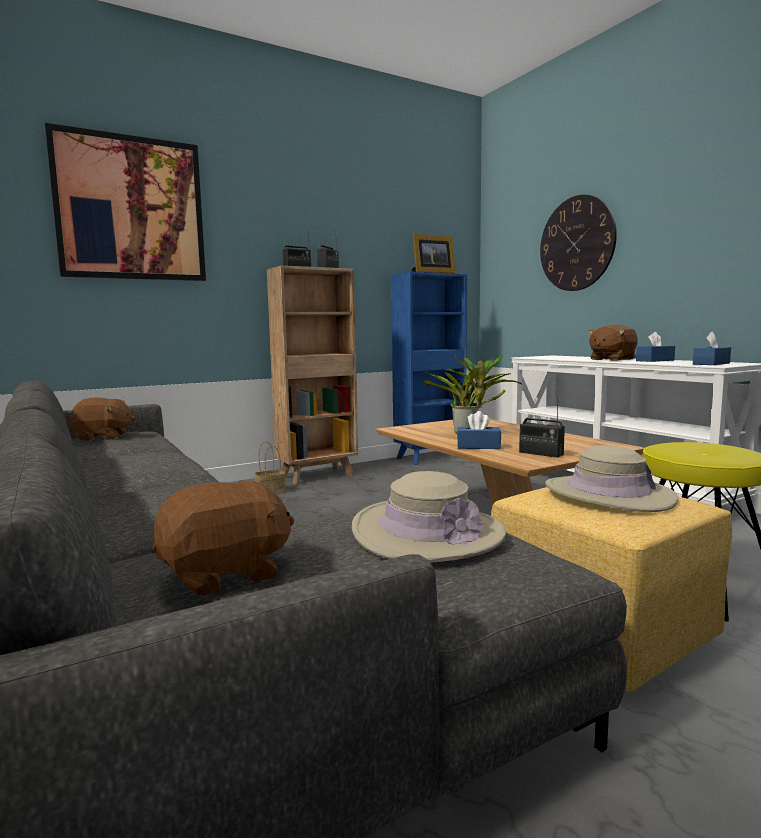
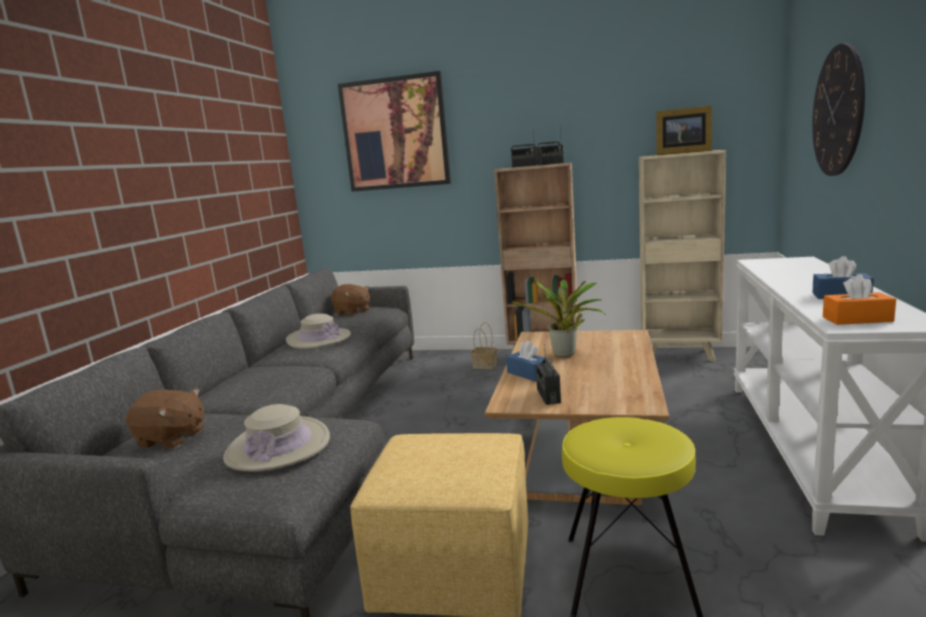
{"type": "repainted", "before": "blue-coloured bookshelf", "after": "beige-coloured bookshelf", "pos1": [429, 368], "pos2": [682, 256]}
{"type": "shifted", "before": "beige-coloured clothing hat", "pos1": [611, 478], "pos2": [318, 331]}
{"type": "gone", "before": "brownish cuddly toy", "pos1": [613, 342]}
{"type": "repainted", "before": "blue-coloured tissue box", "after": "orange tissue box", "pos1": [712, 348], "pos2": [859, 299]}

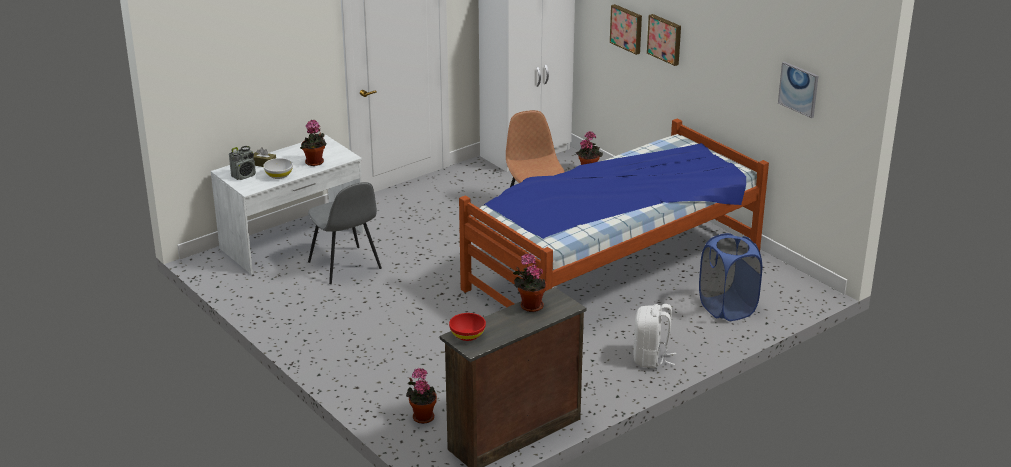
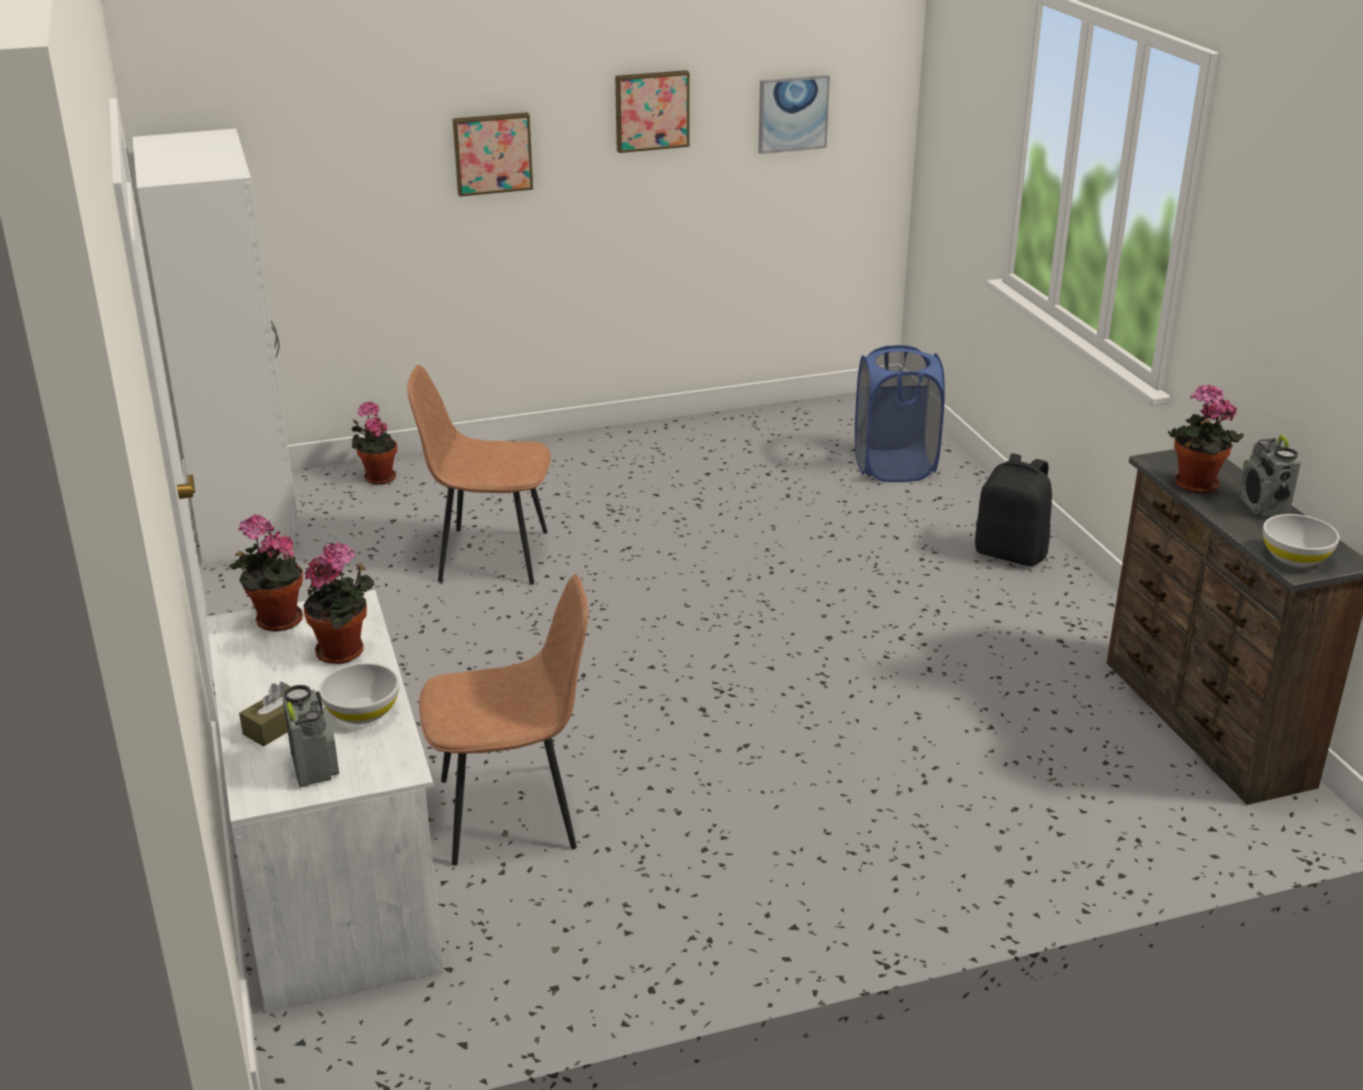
{"type": "repainted", "before": "gray plain chair", "after": "brownish plain chair", "pos1": [345, 233], "pos2": [503, 720]}
{"type": "shifted", "before": "potted plant", "pos1": [421, 396], "pos2": [266, 573]}
{"type": "repainted", "before": "red bowl", "after": "white-coloured bowl", "pos1": [467, 327], "pos2": [1301, 540]}
{"type": "gone", "before": "bedroom bed", "pos1": [614, 212]}
{"type": "shifted", "before": "picture", "pos1": [626, 29], "pos2": [652, 111]}
{"type": "repainted", "before": "white-coloured knapsack", "after": "black knapsack", "pos1": [655, 336], "pos2": [1013, 509]}
{"type": "new", "after": "radio set", "pos2": [1269, 476]}

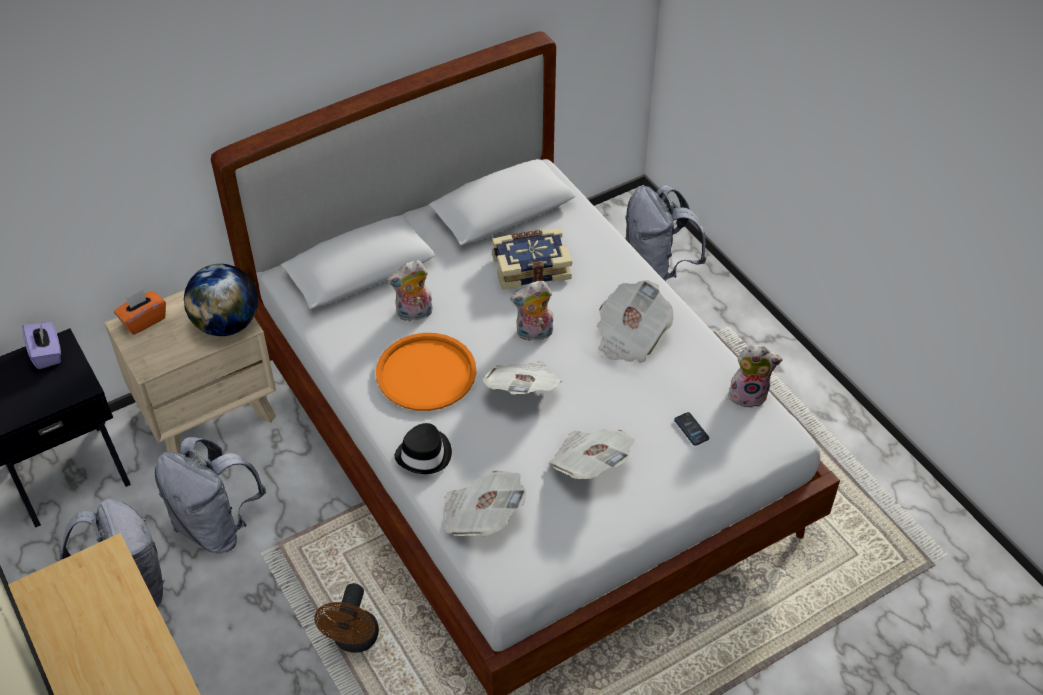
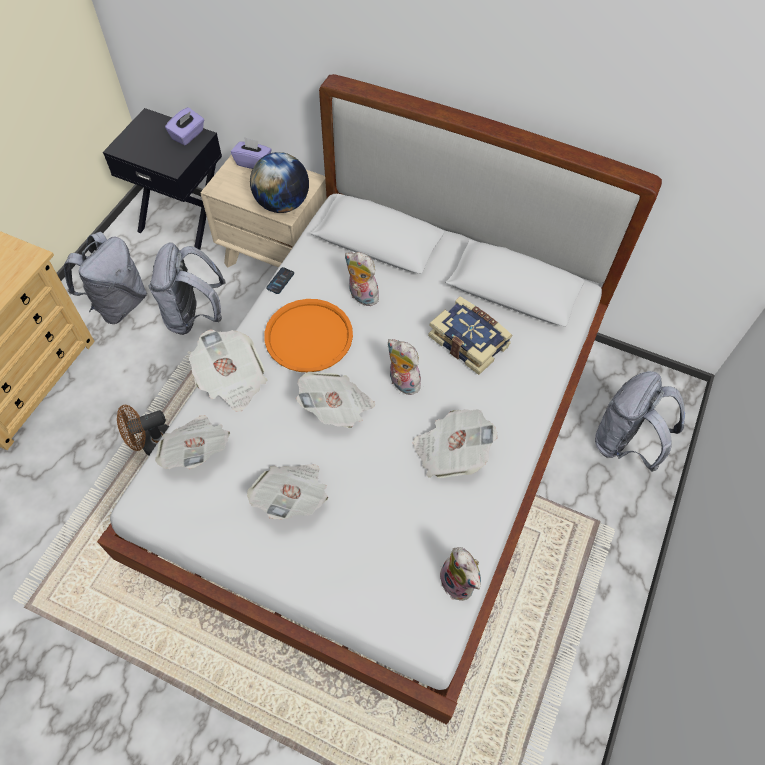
{"type": "repainted", "before": "orange tissue box", "after": "purplish tissue box", "pos1": [140, 312], "pos2": [251, 153]}
{"type": "swapped", "before": "black clothing hat", "after": "newspaper", "pos1": [423, 448], "pos2": [228, 370]}
{"type": "shifted", "before": "phone", "pos1": [691, 429], "pos2": [280, 280]}

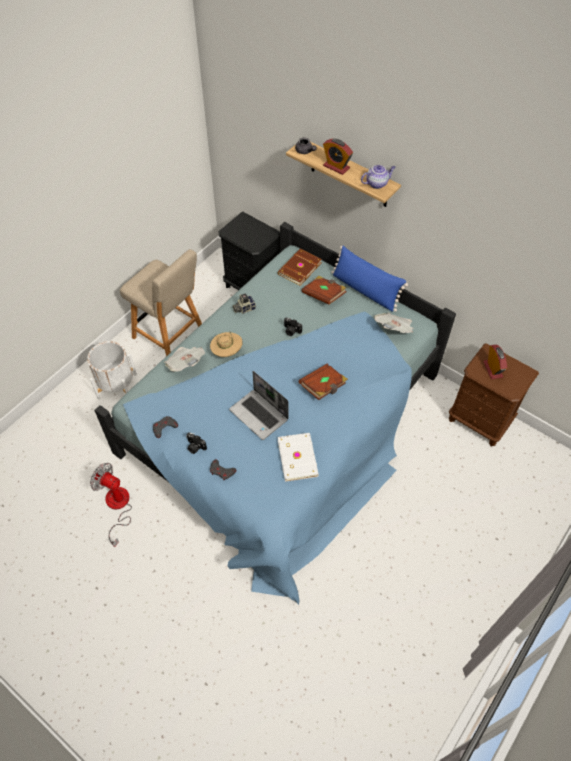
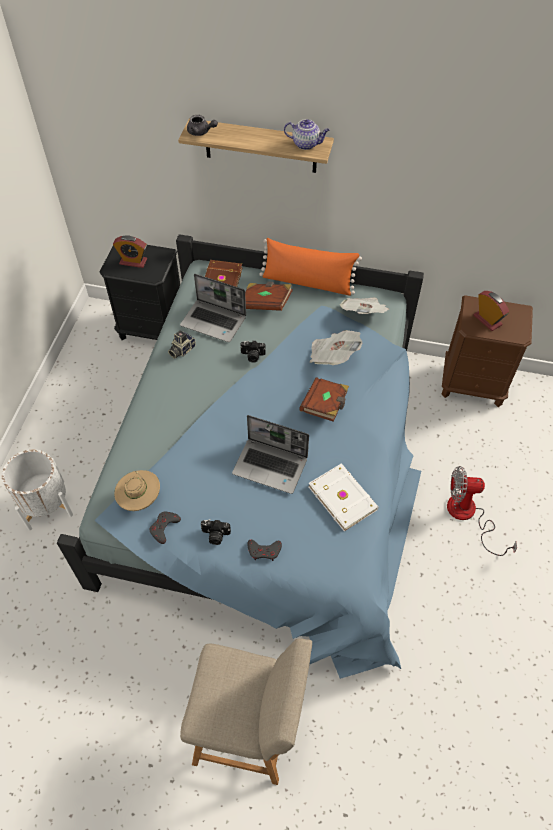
{"type": "shifted", "before": "cooling fan", "pos1": [111, 505], "pos2": [482, 511]}
{"type": "shifted", "before": "beige-coloured plain chair", "pos1": [161, 302], "pos2": [246, 711]}
{"type": "shifted", "before": "newspaper", "pos1": [184, 359], "pos2": [336, 347]}
{"type": "shifted", "before": "beige-coloured clothing hat", "pos1": [226, 344], "pos2": [137, 490]}
{"type": "shifted", "before": "table clock", "pos1": [338, 157], "pos2": [130, 251]}
{"type": "repainted", "before": "blue-coloured throw pillow", "after": "orange throw pillow", "pos1": [369, 279], "pos2": [310, 267]}
{"type": "rotated", "before": "tea pot", "pos1": [378, 177], "pos2": [307, 134], "turn": 60}
{"type": "new", "after": "portable computer", "pos2": [213, 308]}

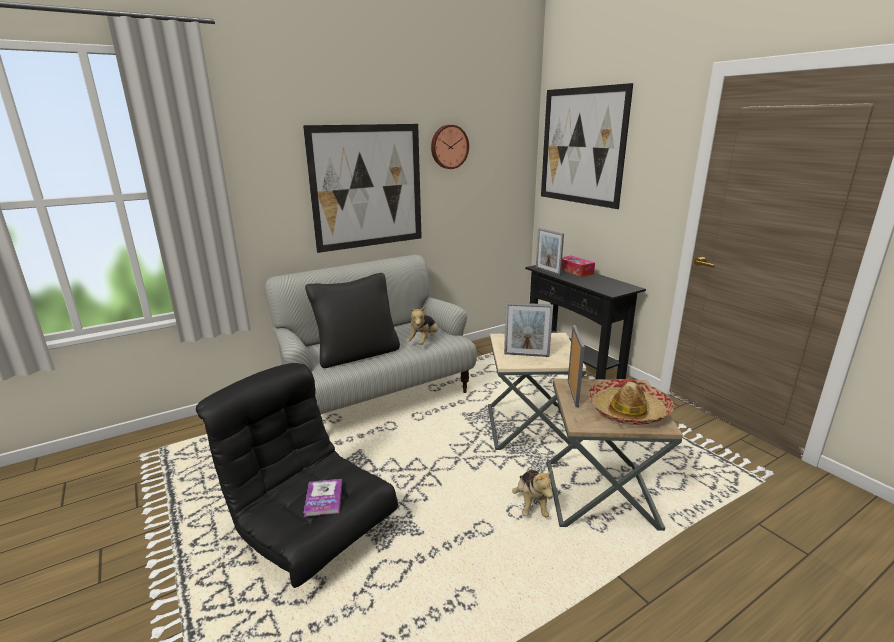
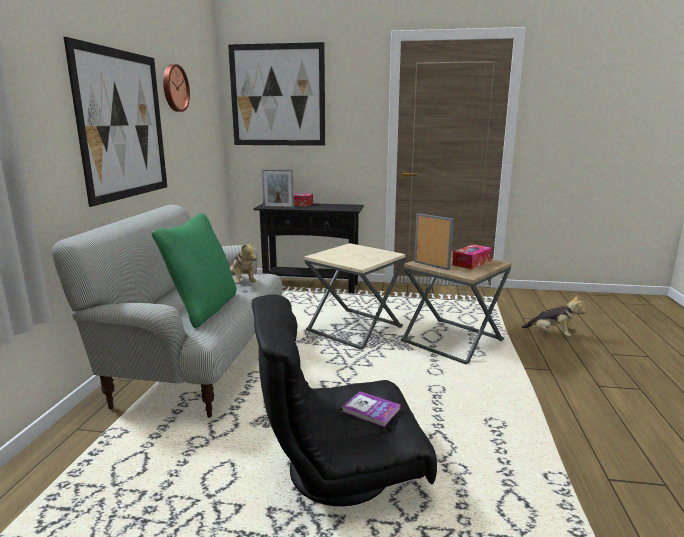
{"type": "repainted", "before": "black throw pillow", "after": "green throw pillow", "pos1": [352, 320], "pos2": [193, 270]}
{"type": "gone", "before": "photo frame", "pos1": [528, 329]}
{"type": "shifted", "before": "cuddly toy", "pos1": [532, 493], "pos2": [553, 316]}
{"type": "swapped", "before": "clothing hat", "after": "tissue box", "pos1": [631, 402], "pos2": [472, 256]}

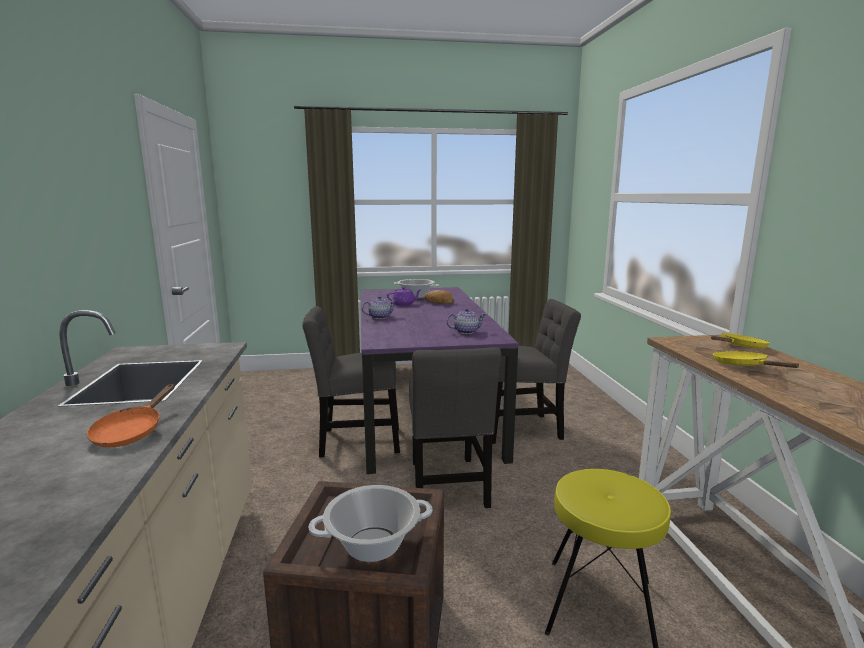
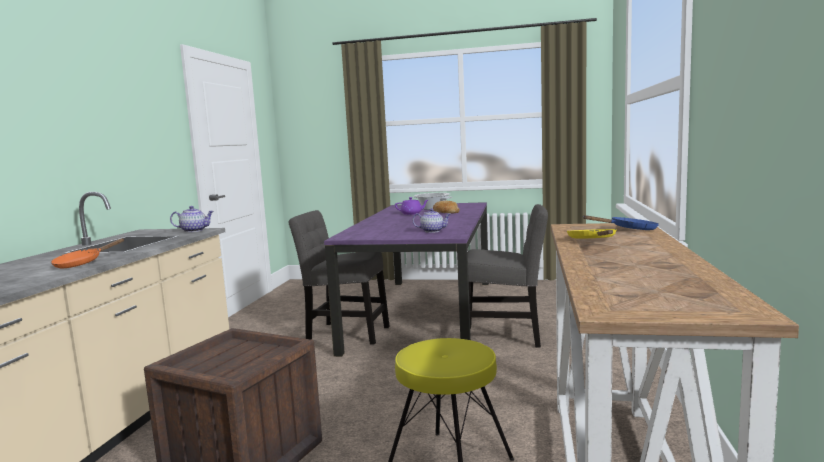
{"type": "gone", "before": "stockpot", "pos1": [370, 523]}
{"type": "shifted", "before": "tea pot", "pos1": [379, 307], "pos2": [192, 219]}
{"type": "gone", "before": "gray plain chair", "pos1": [455, 427]}
{"type": "repainted", "before": "yellow frying pan", "after": "blue-coloured frying pan", "pos1": [740, 340], "pos2": [621, 222]}

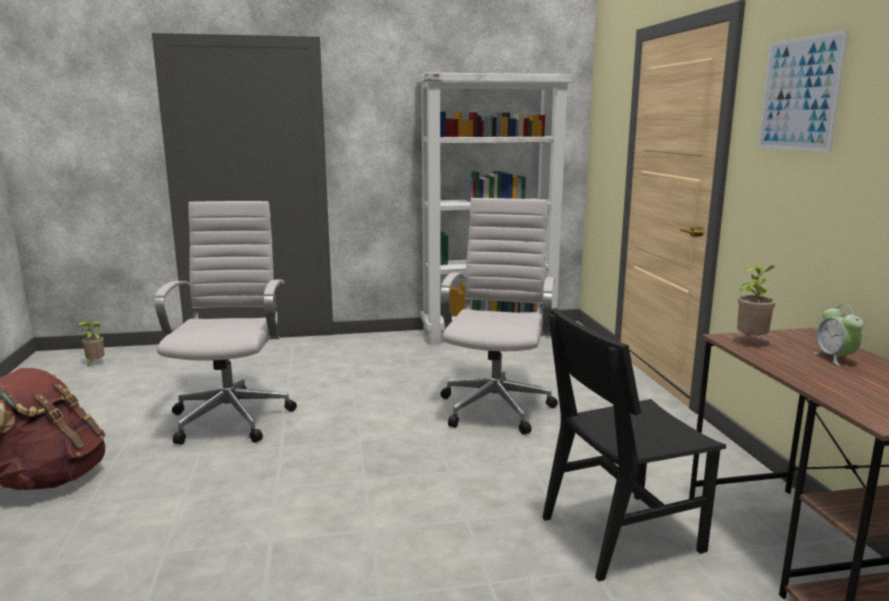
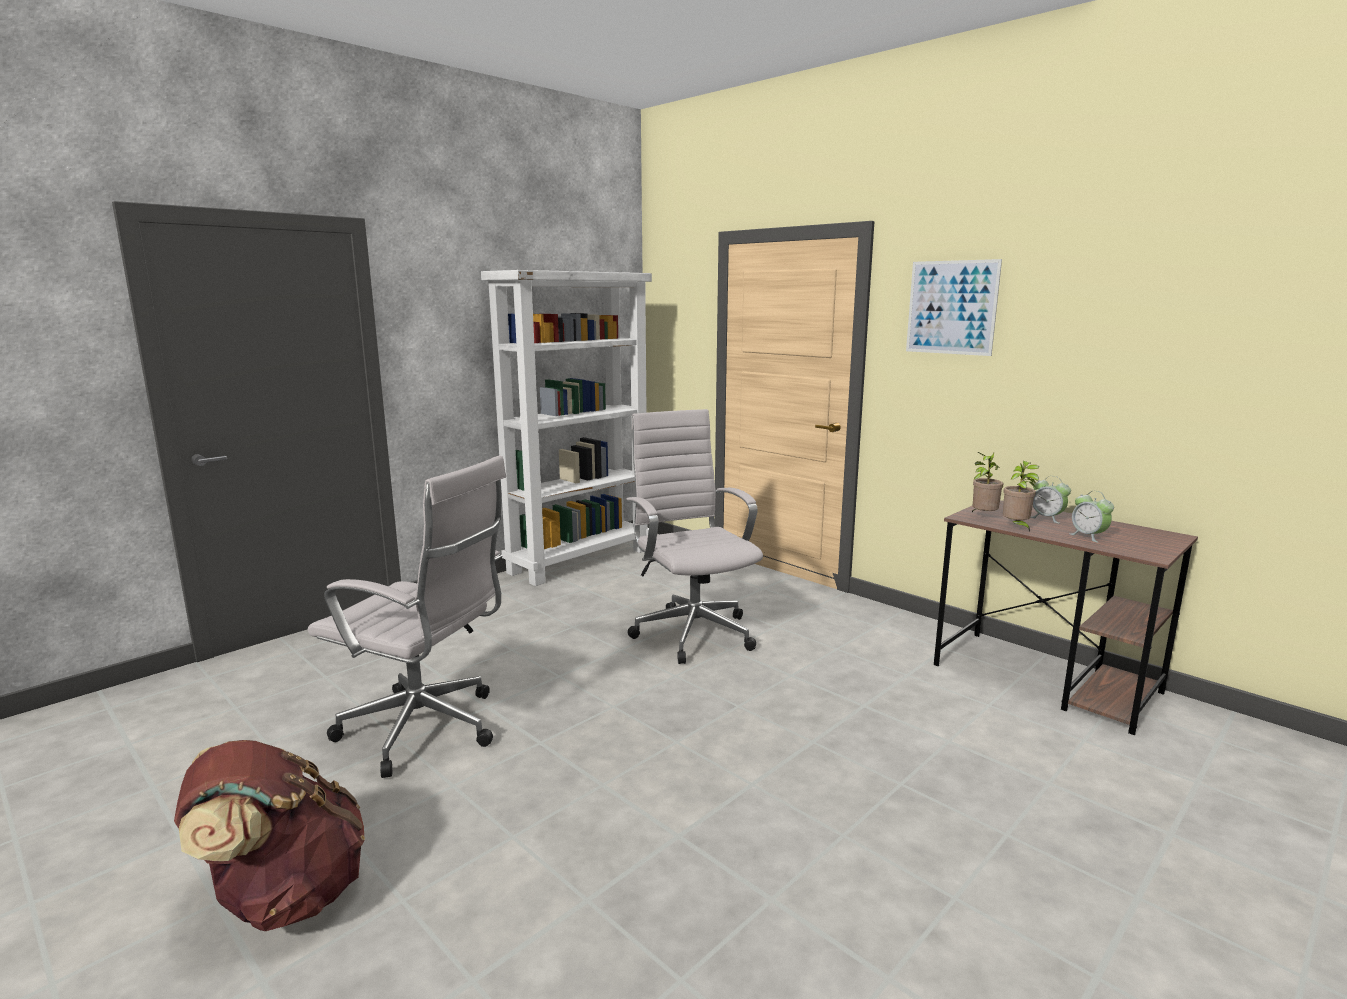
{"type": "shifted", "before": "potted plant", "pos1": [91, 344], "pos2": [1021, 496]}
{"type": "rotated", "before": "white-coloured office chair", "pos1": [225, 323], "pos2": [407, 616], "turn": 150}
{"type": "gone", "before": "black plain chair", "pos1": [634, 444]}
{"type": "new", "after": "table clock", "pos2": [1091, 517]}

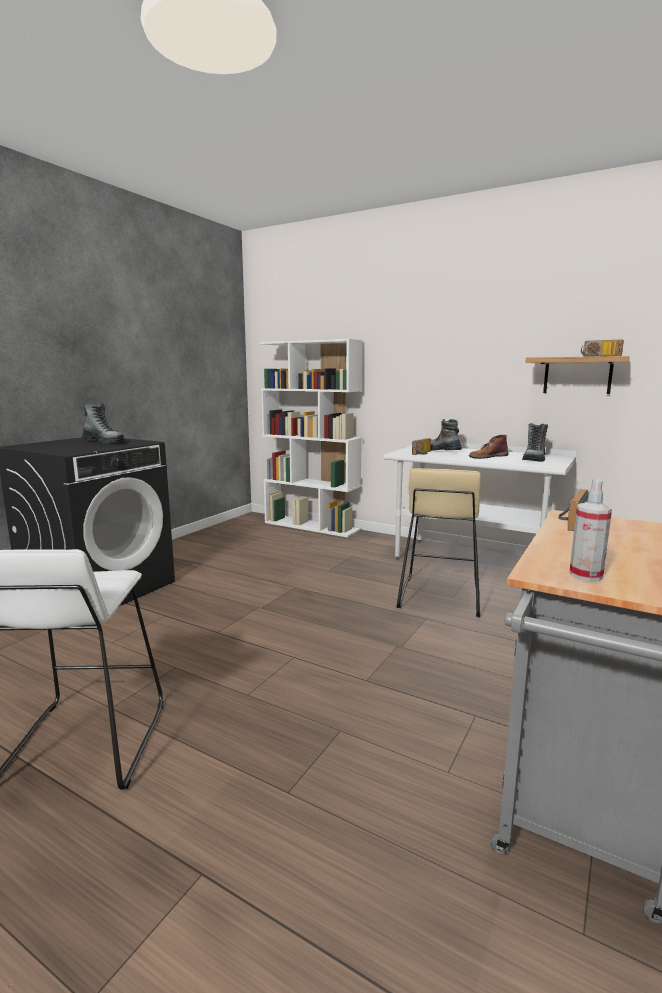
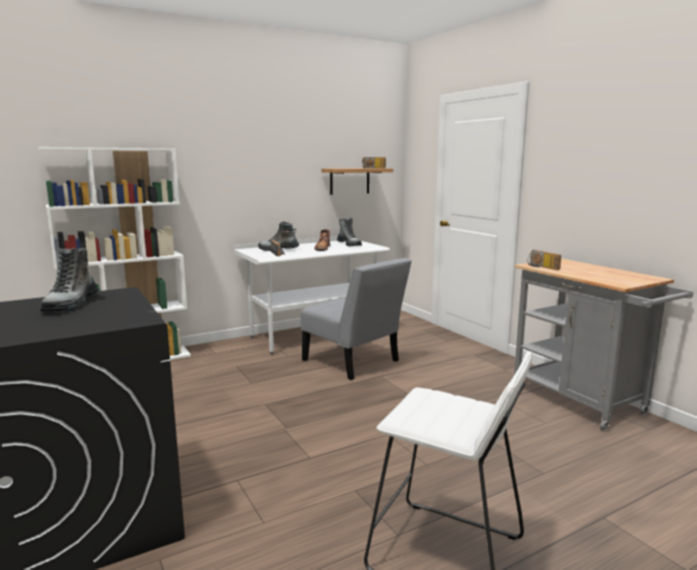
{"type": "rotated", "before": "high-top boot", "pos1": [103, 423], "pos2": [69, 280], "turn": 120}
{"type": "swapped", "before": "beige-coloured stool seat", "after": "gray plain chair", "pos1": [439, 542], "pos2": [355, 319]}
{"type": "gone", "before": "hand sprayer", "pos1": [590, 530]}

